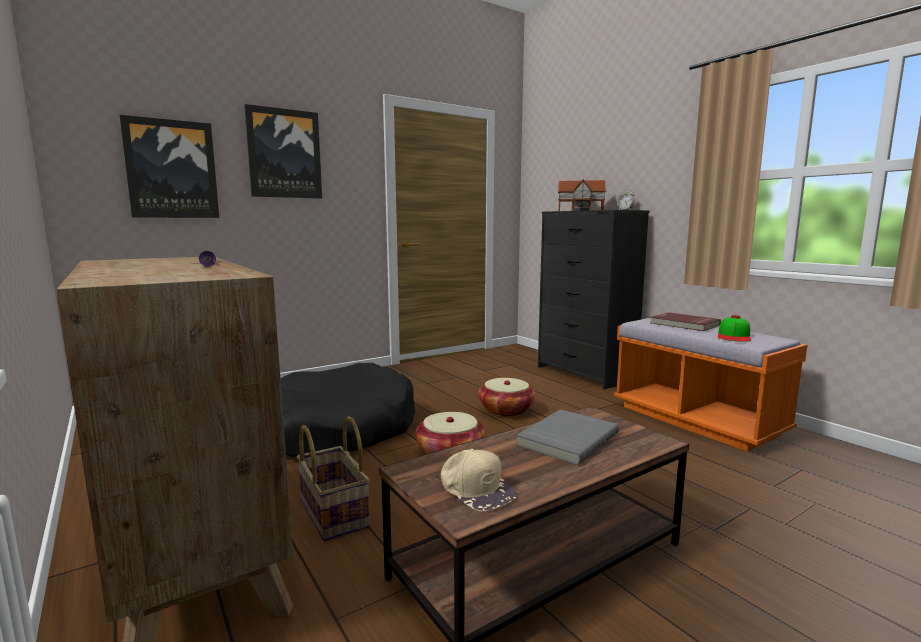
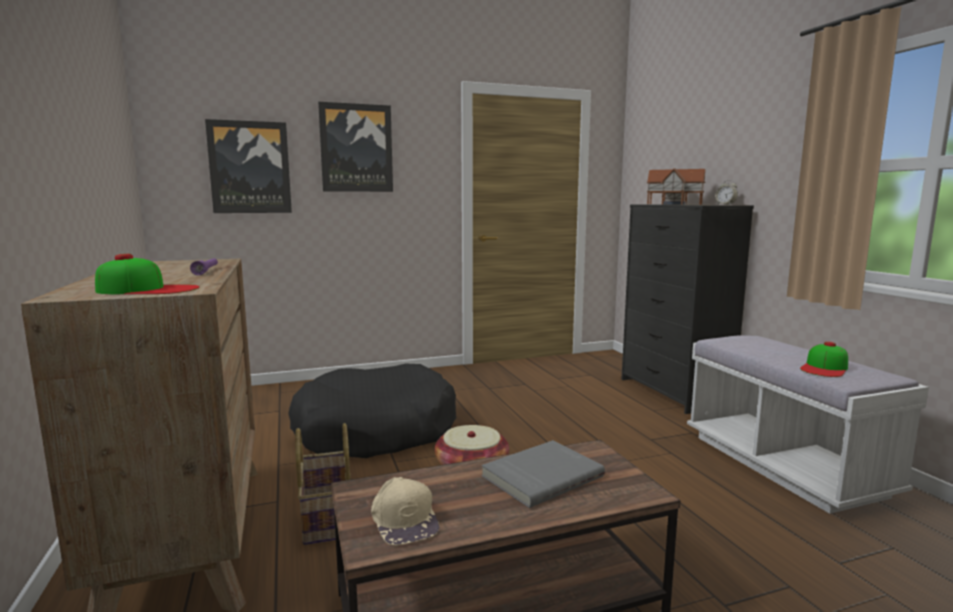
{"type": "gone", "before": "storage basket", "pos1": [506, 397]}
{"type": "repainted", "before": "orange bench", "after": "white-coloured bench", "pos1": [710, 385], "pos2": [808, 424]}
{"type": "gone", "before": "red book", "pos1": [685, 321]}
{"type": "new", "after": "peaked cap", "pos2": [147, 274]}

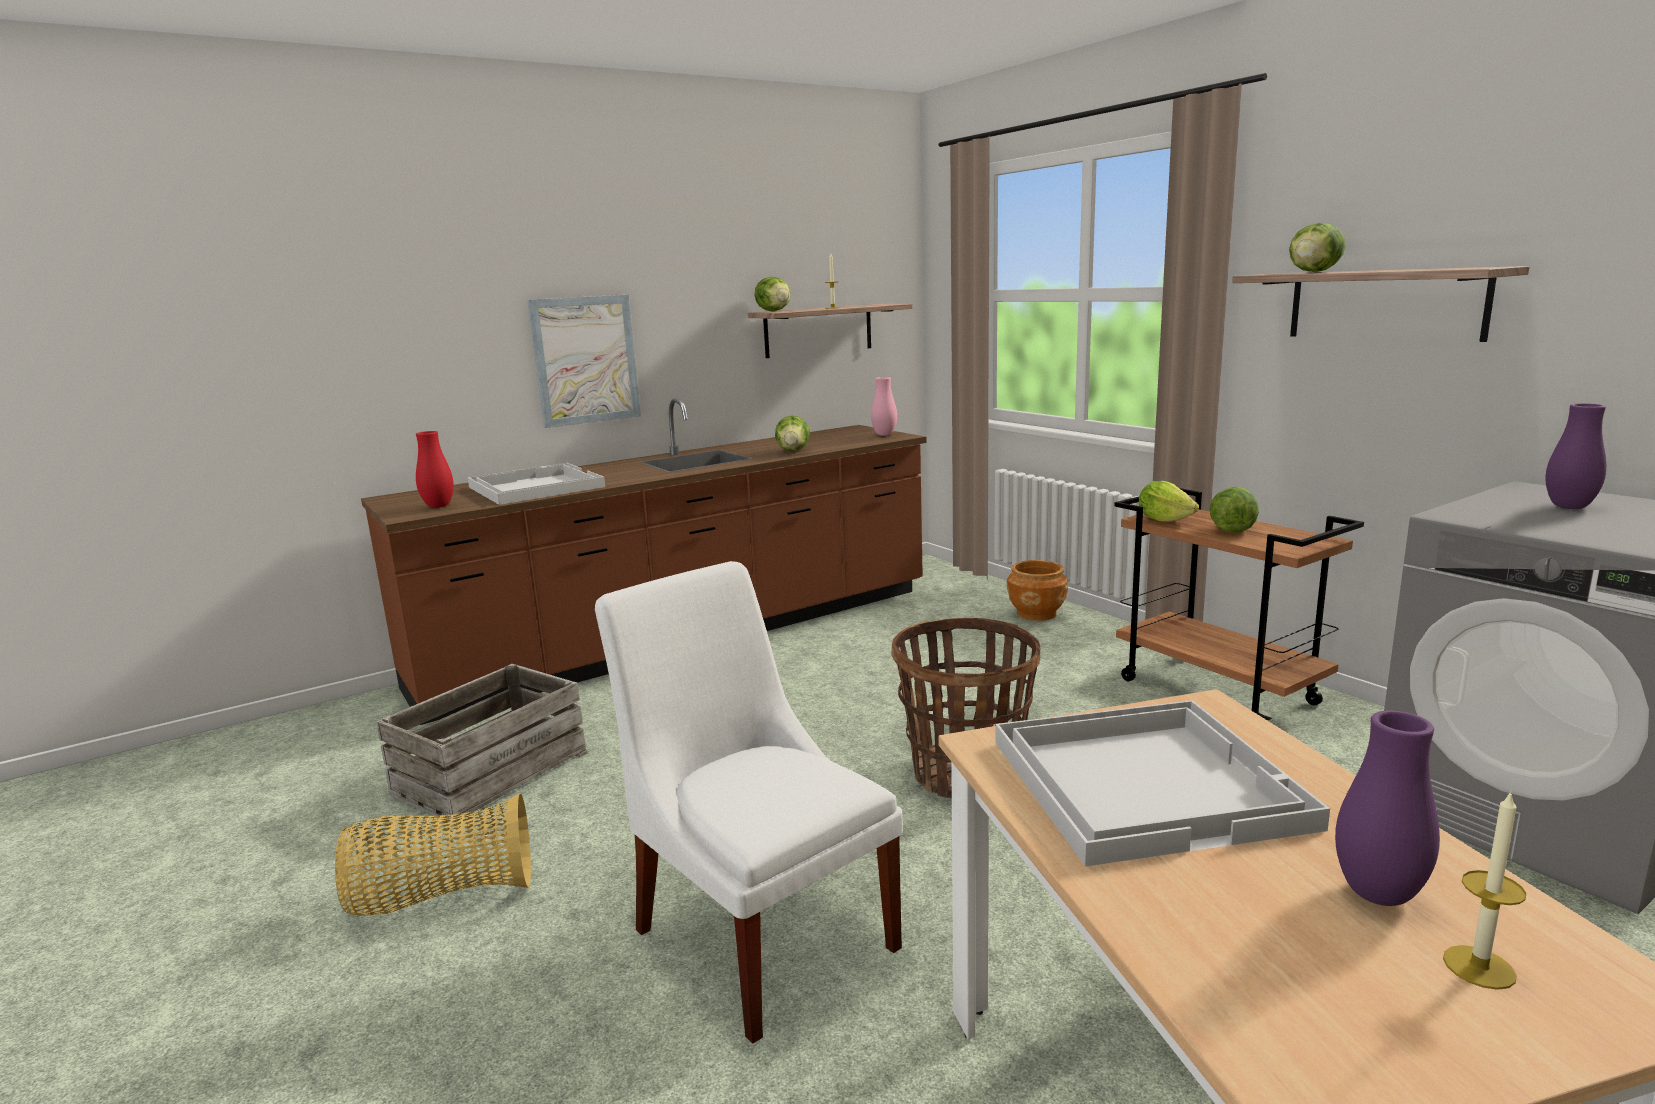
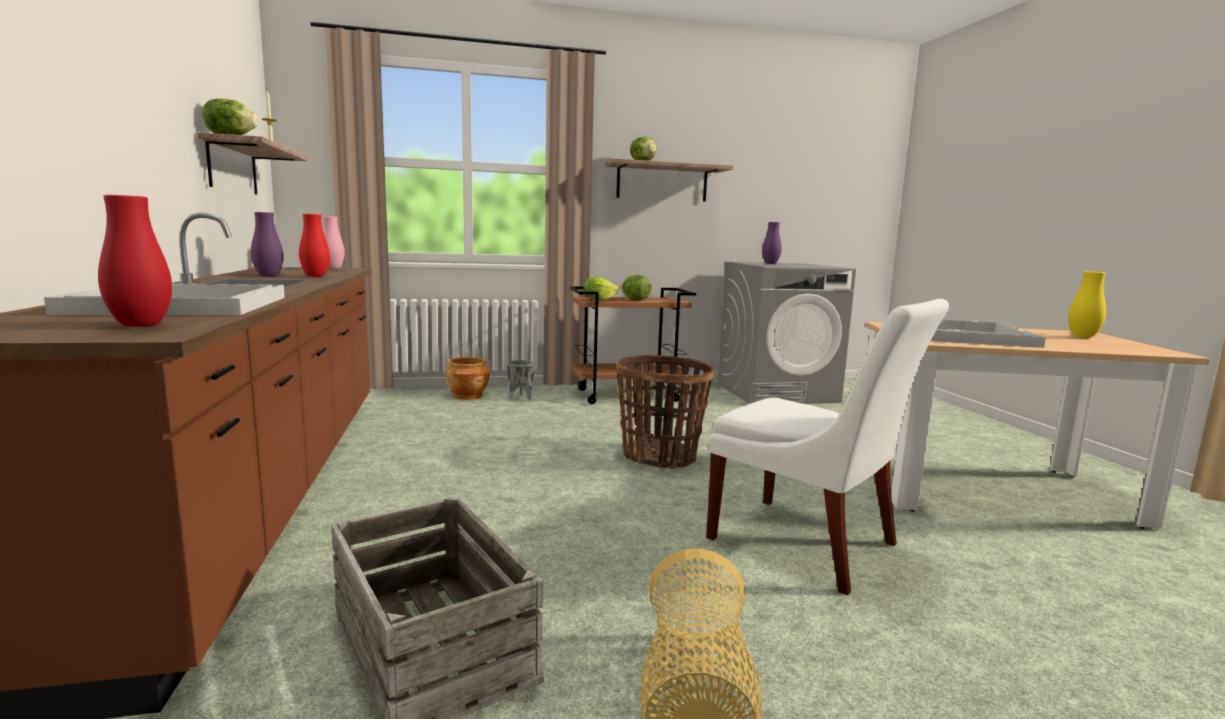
{"type": "gone", "before": "picture", "pos1": [584, 361]}
{"type": "rotated", "before": "white-coloured plain chair", "pos1": [749, 802], "pos2": [827, 447], "turn": -120}
{"type": "swapped", "before": "lettuce head", "after": "red decorative vase", "pos1": [792, 433], "pos2": [314, 245]}
{"type": "shifted", "before": "purplish decorative vase", "pos1": [1387, 808], "pos2": [267, 244]}
{"type": "swapped", "before": "wax light", "after": "yellow decorative vase", "pos1": [1484, 890], "pos2": [1087, 304]}
{"type": "new", "after": "gray flower pot", "pos2": [520, 379]}

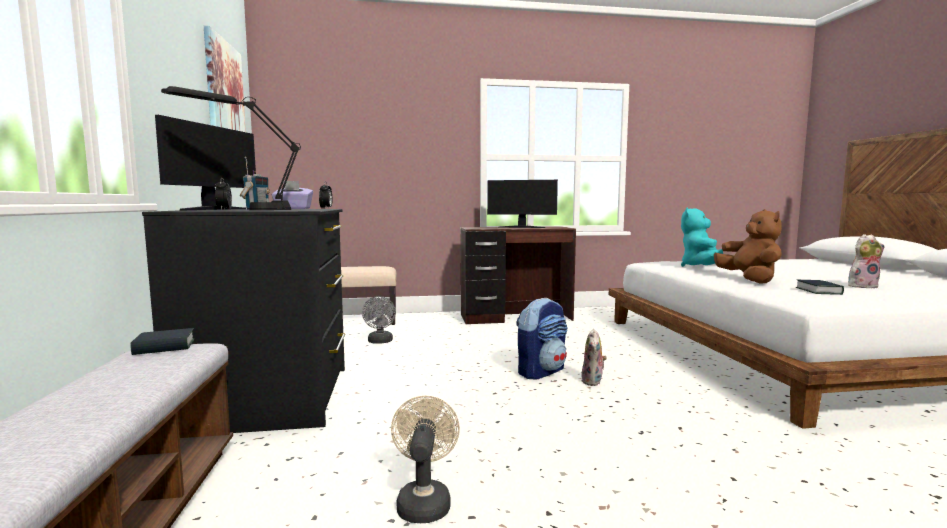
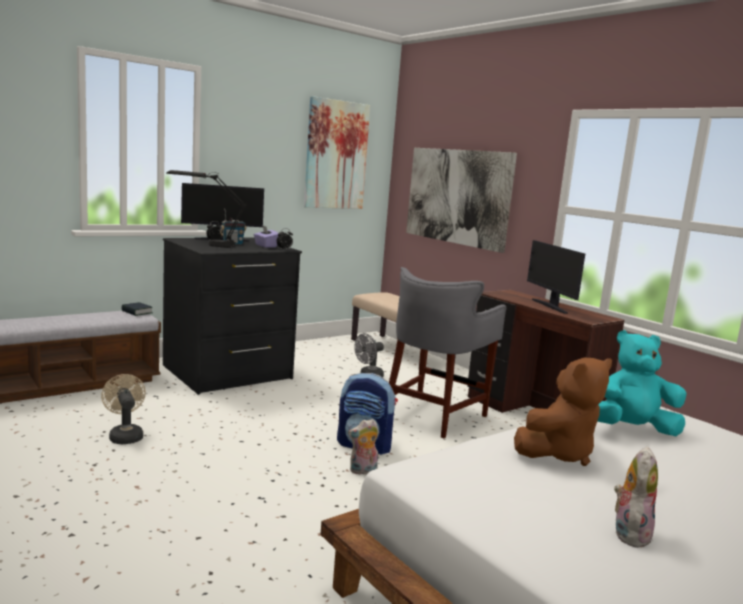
{"type": "rotated", "before": "beige-coloured cooling fan", "pos1": [425, 459], "pos2": [123, 409], "turn": -90}
{"type": "gone", "before": "book", "pos1": [820, 287]}
{"type": "rotated", "before": "cuddly toy", "pos1": [866, 261], "pos2": [636, 497], "turn": -120}
{"type": "new", "after": "gray stool seat", "pos2": [447, 352]}
{"type": "new", "after": "picture", "pos2": [461, 200]}

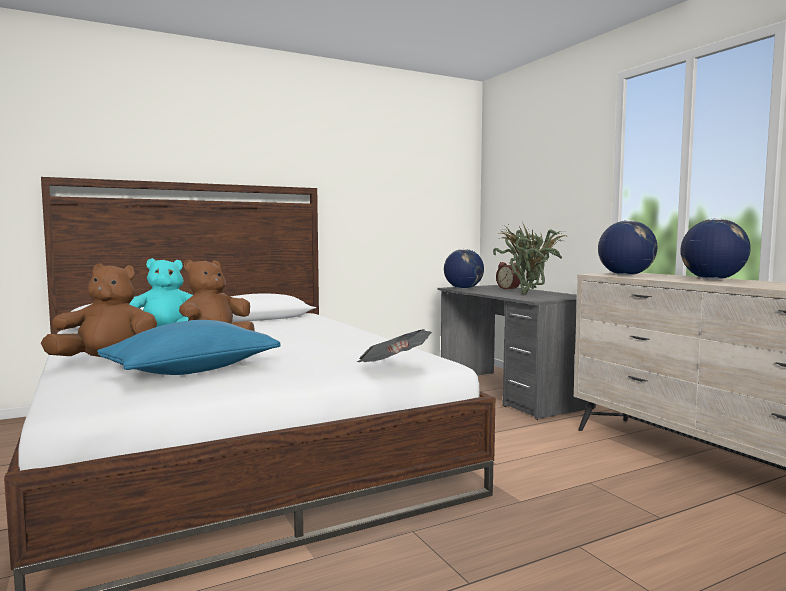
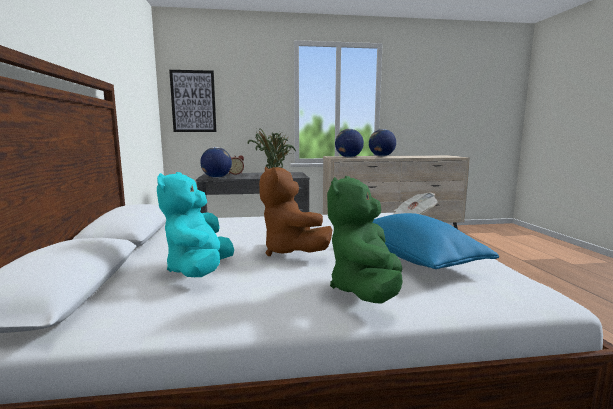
{"type": "repainted", "before": "brownish cuddly toy", "after": "green cuddly toy", "pos1": [99, 310], "pos2": [365, 240]}
{"type": "new", "after": "picture", "pos2": [192, 101]}

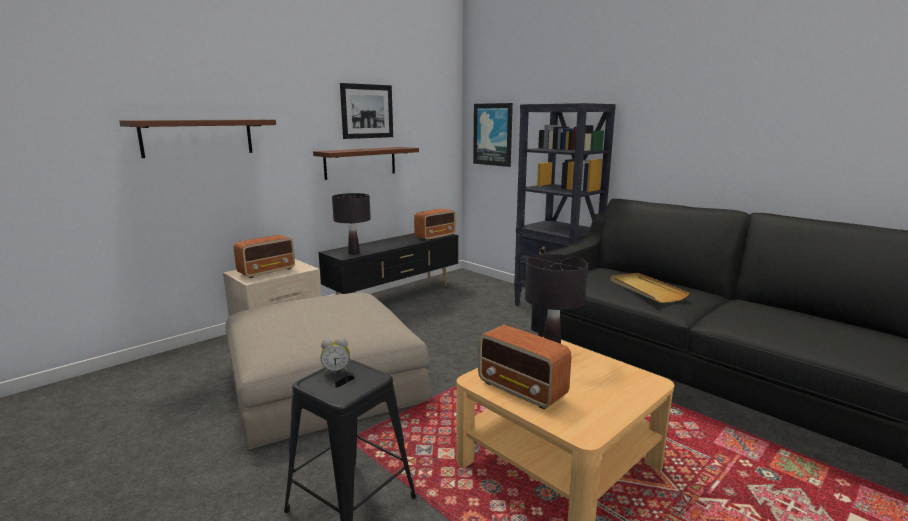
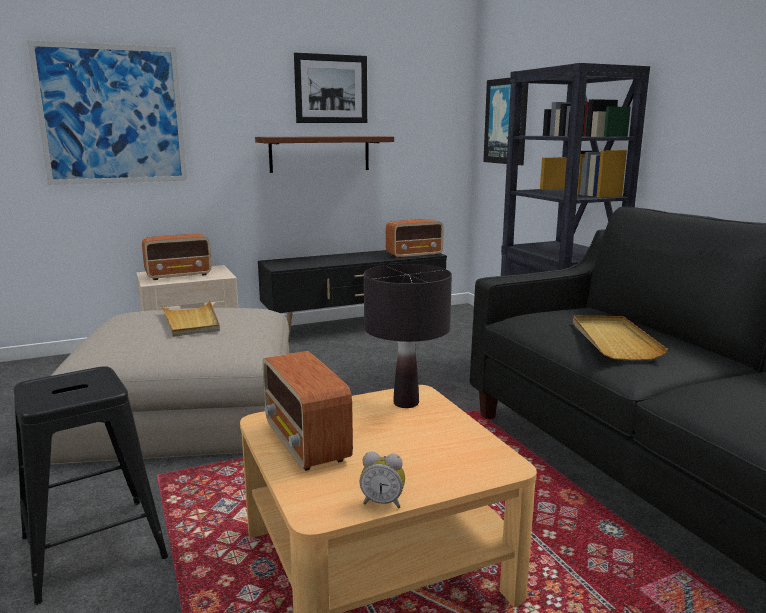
{"type": "swapped", "before": "brownish wall shelf", "after": "picture", "pos1": [197, 139], "pos2": [107, 112]}
{"type": "shifted", "before": "table clock", "pos1": [335, 356], "pos2": [382, 480]}
{"type": "gone", "before": "black table lamp", "pos1": [351, 224]}
{"type": "new", "after": "beige-coloured carrying tray", "pos2": [190, 318]}

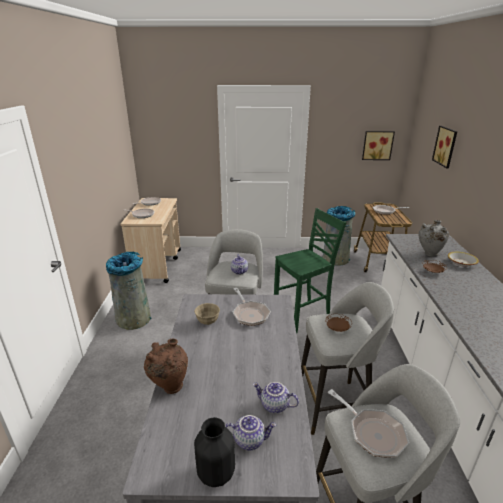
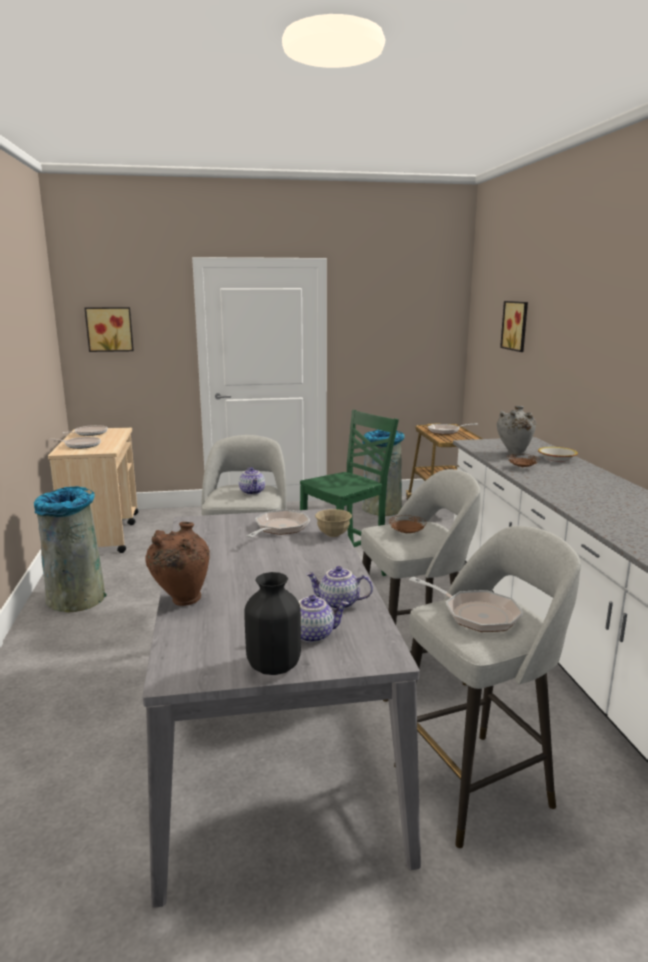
{"type": "shifted", "before": "beige-coloured bowl", "pos1": [207, 314], "pos2": [333, 523]}
{"type": "rotated", "before": "frying pan", "pos1": [252, 307], "pos2": [278, 524], "turn": -120}
{"type": "shifted", "before": "picture", "pos1": [378, 145], "pos2": [109, 329]}

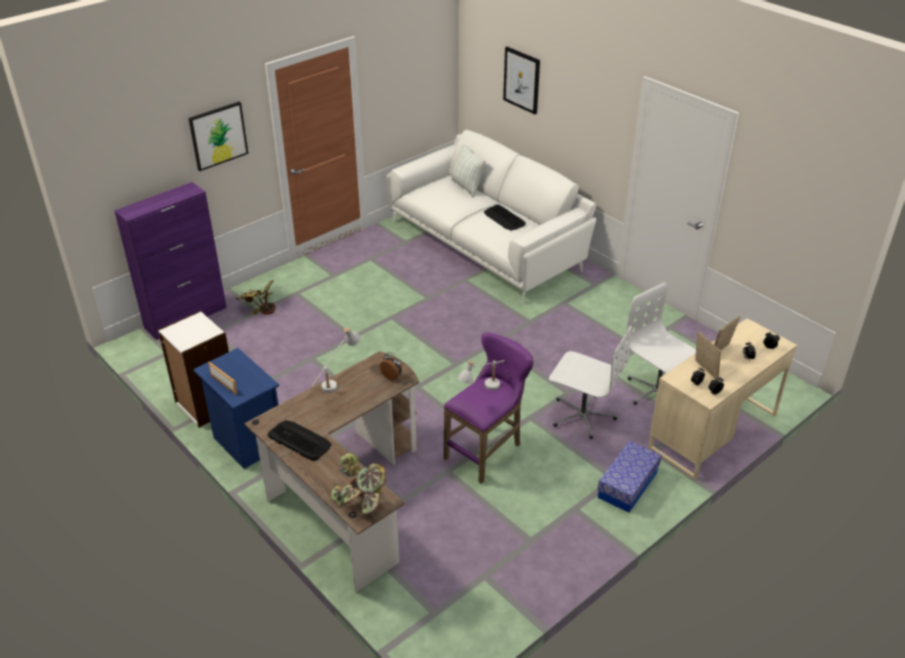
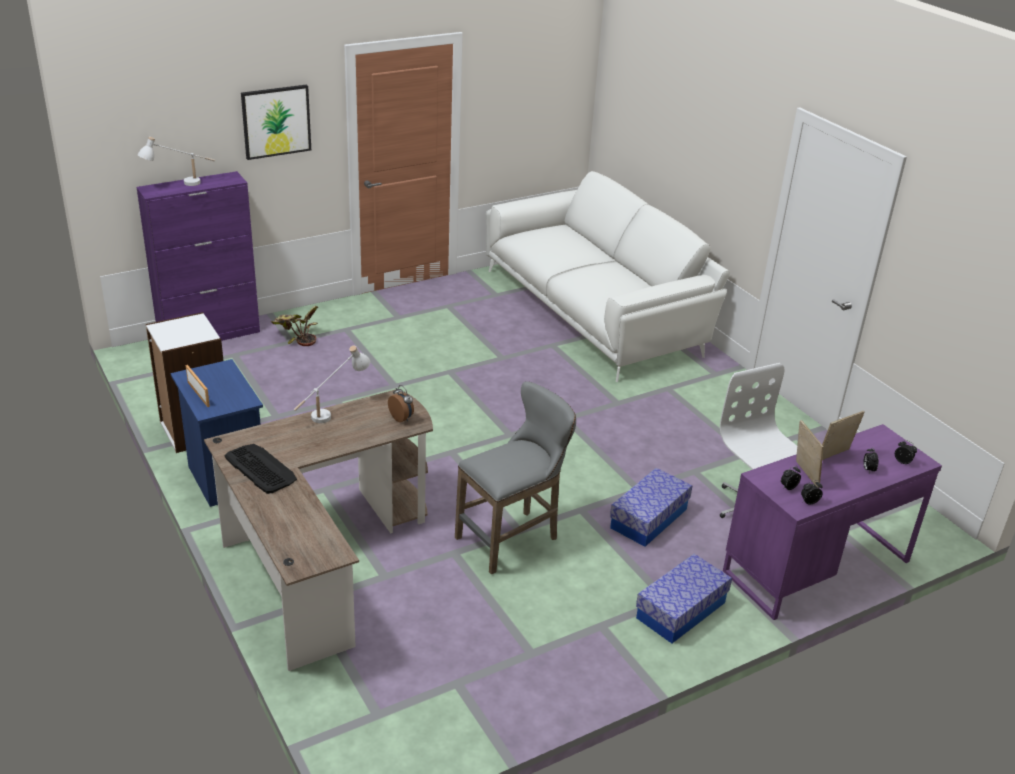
{"type": "gone", "before": "potted plant", "pos1": [358, 484]}
{"type": "repainted", "before": "purplish stool seat", "after": "gray stool seat", "pos1": [488, 407], "pos2": [515, 478]}
{"type": "gone", "before": "throw pillow", "pos1": [468, 170]}
{"type": "shifted", "before": "white-coloured table lamp", "pos1": [481, 375], "pos2": [176, 161]}
{"type": "gone", "before": "keyboard", "pos1": [505, 218]}
{"type": "gone", "before": "picture", "pos1": [521, 80]}
{"type": "swapped", "before": "white-coloured office chair", "after": "storage container", "pos1": [590, 382], "pos2": [651, 507]}
{"type": "repainted", "before": "beige-coloured desk table", "after": "purplish desk table", "pos1": [722, 399], "pos2": [832, 522]}

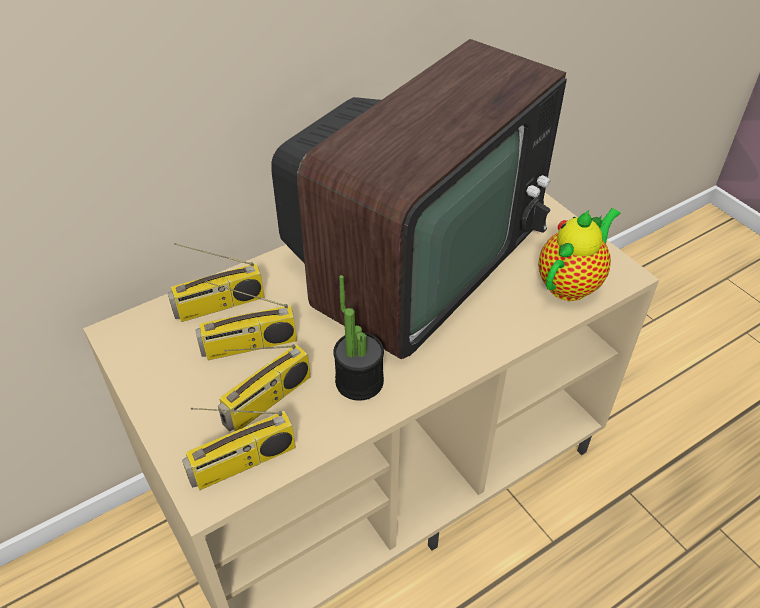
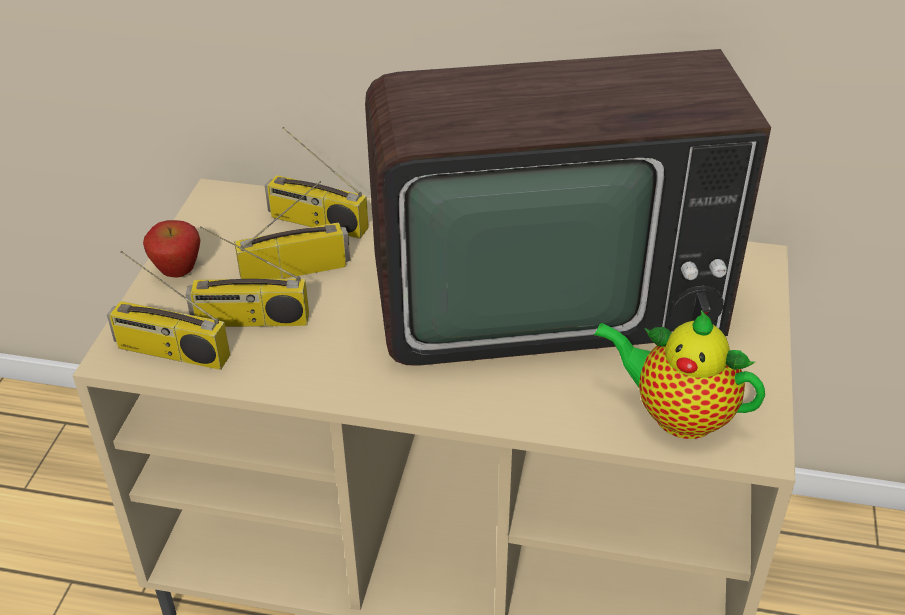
{"type": "rotated", "before": "radio set", "pos1": [246, 320], "pos2": [292, 230], "turn": 135}
{"type": "gone", "before": "potted plant", "pos1": [358, 338]}
{"type": "rotated", "before": "tea pot", "pos1": [579, 254], "pos2": [679, 375], "turn": -150}
{"type": "new", "after": "whole apple", "pos2": [171, 249]}

